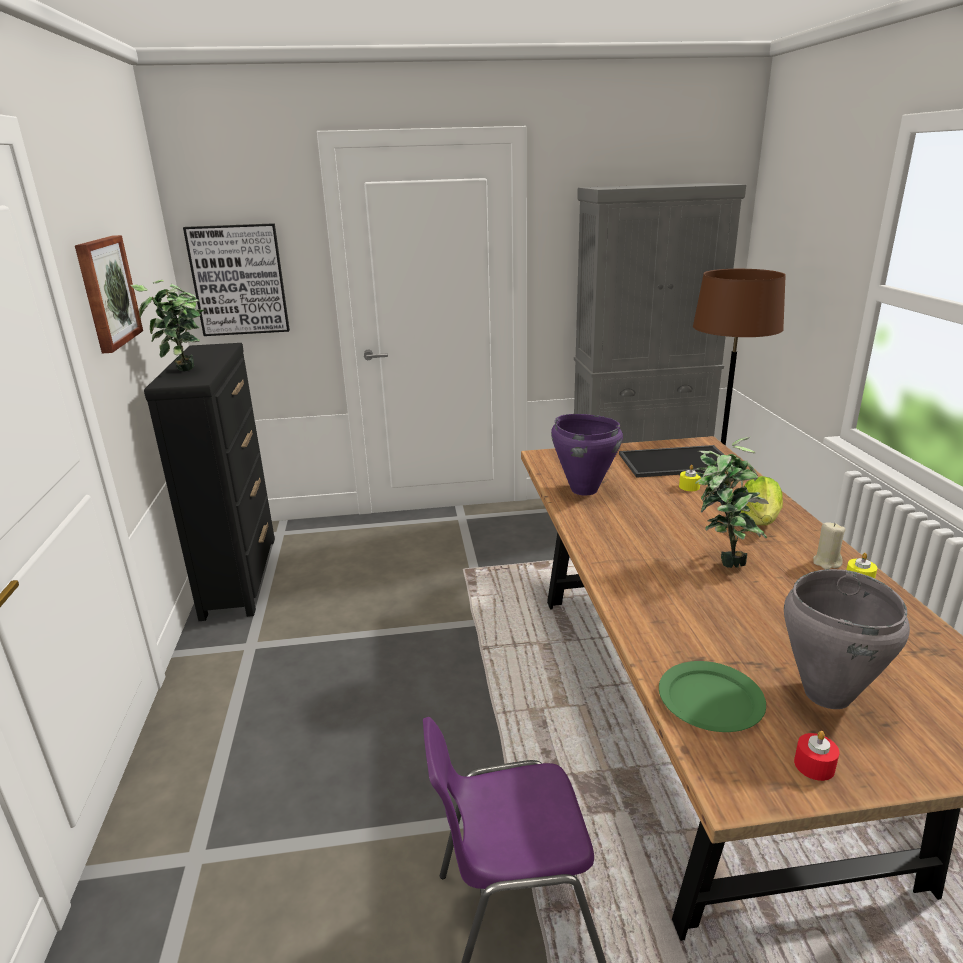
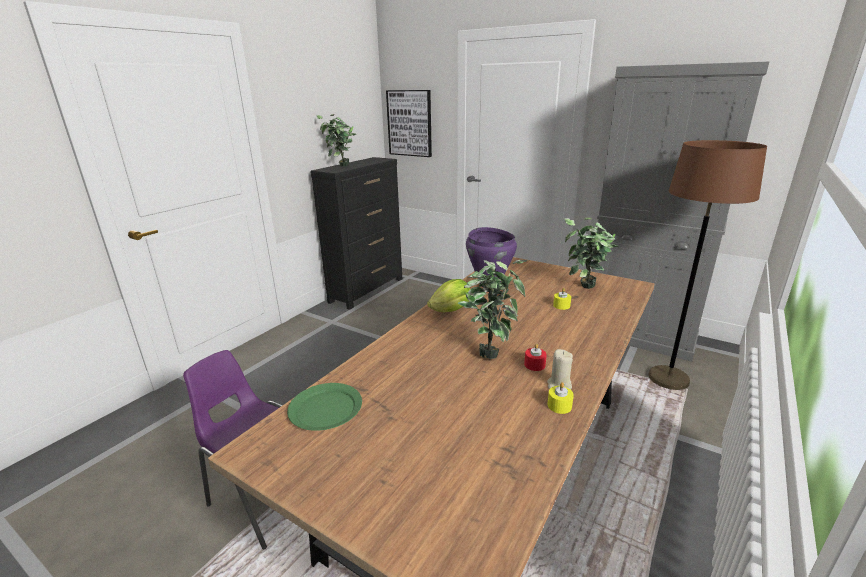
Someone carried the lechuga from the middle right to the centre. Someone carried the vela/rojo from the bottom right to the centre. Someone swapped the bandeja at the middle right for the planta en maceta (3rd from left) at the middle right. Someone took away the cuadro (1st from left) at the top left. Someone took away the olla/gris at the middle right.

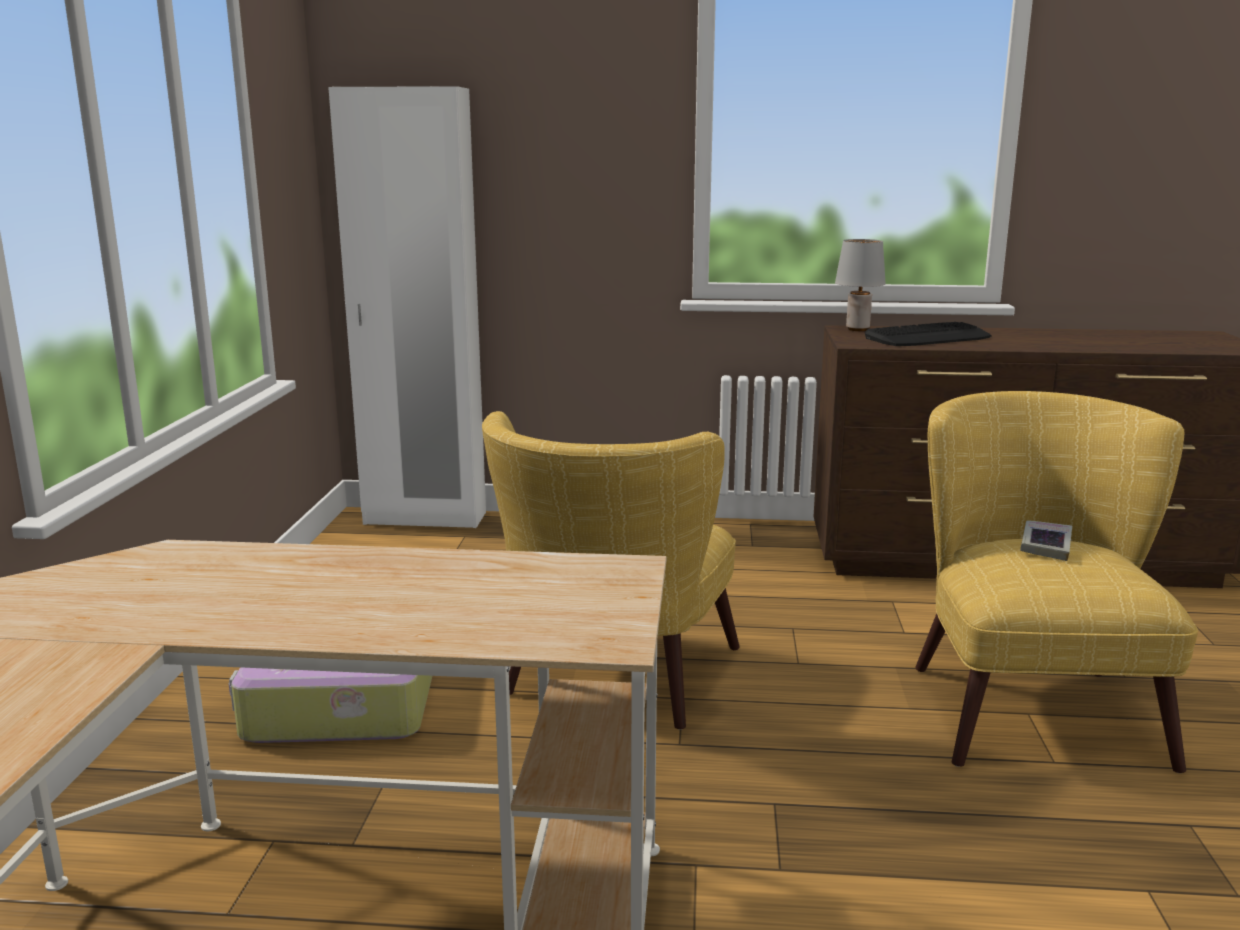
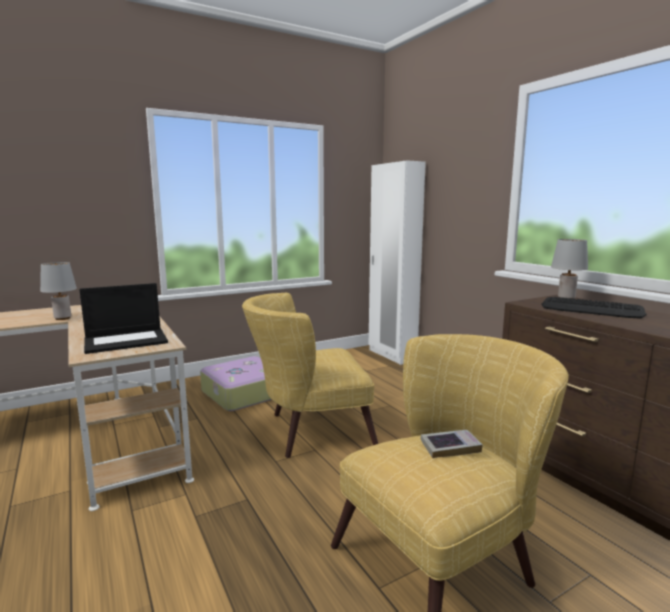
Someone put down the lámpara de mesa/gris (1st from left) at the middle left. Someone put down the portátil at the middle left.

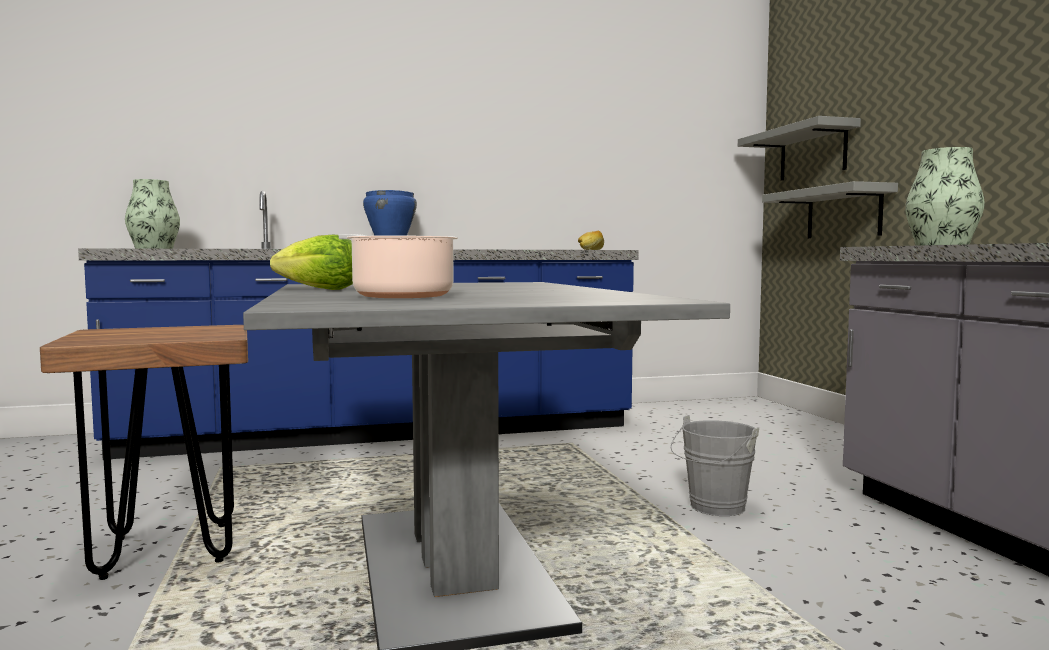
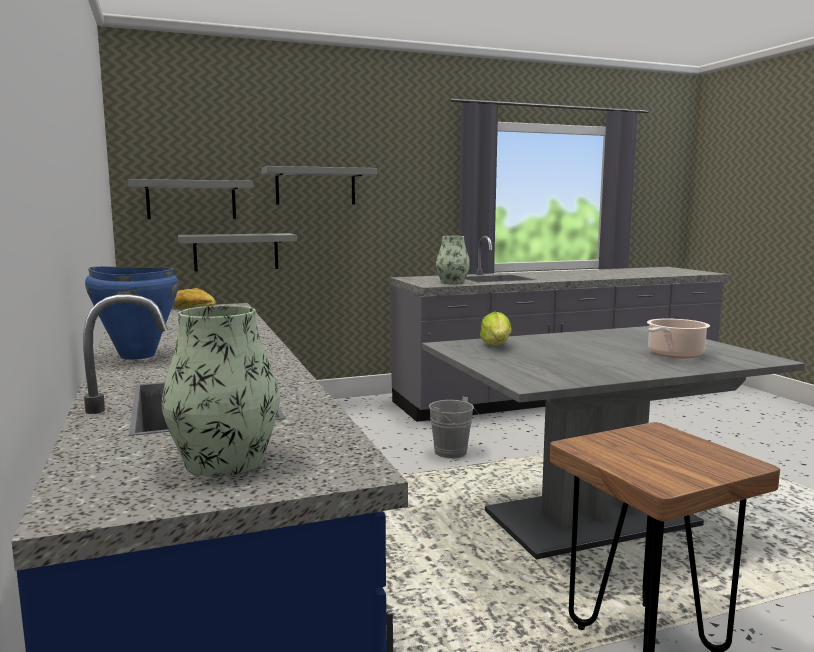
Someone put up the estante/gris (3rd from left) at the top centre. Someone carried the lechuga from the middle left to the centre.

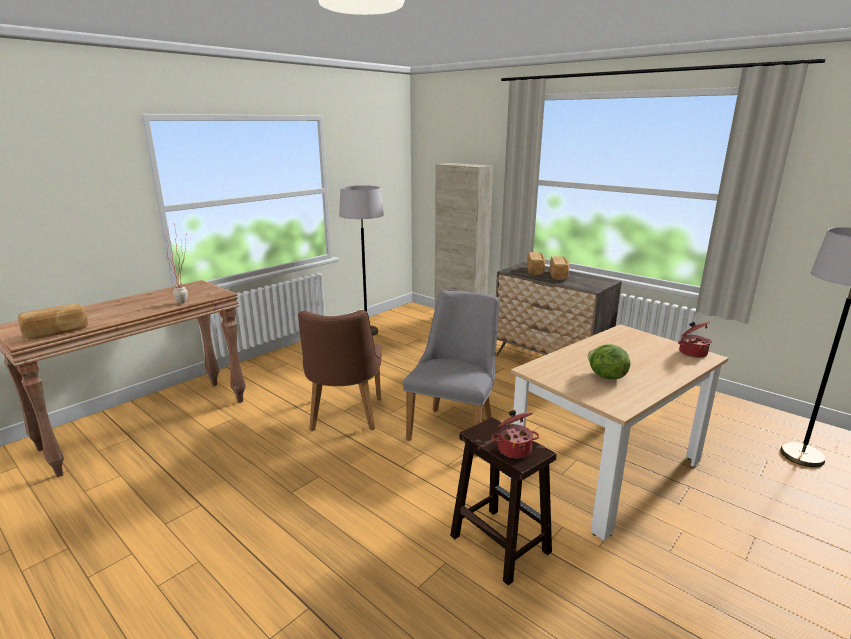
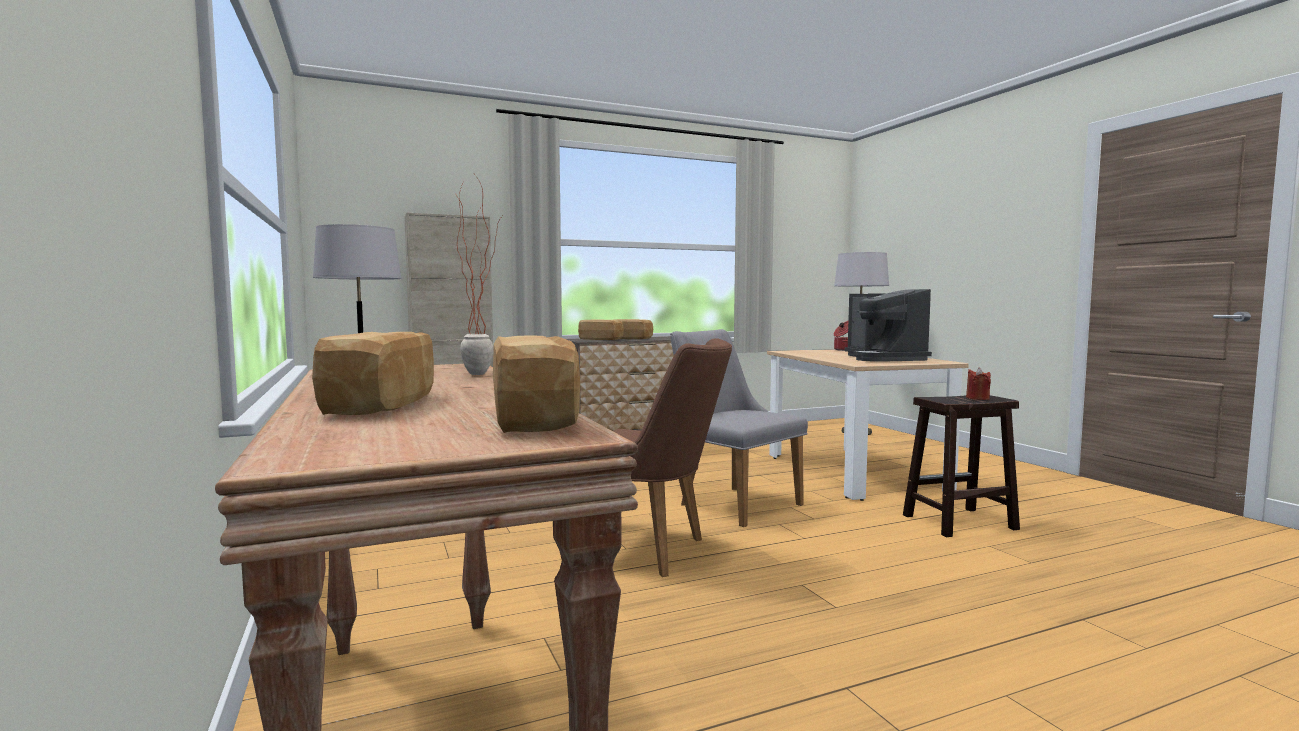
Someone put down the pan (1st from left) at the middle left. Someone swapped the lechuga at the middle right for the cafetera at the middle right. Someone swapped the olla (1st from left) at the bottom centre for the vela/rojo at the middle right.

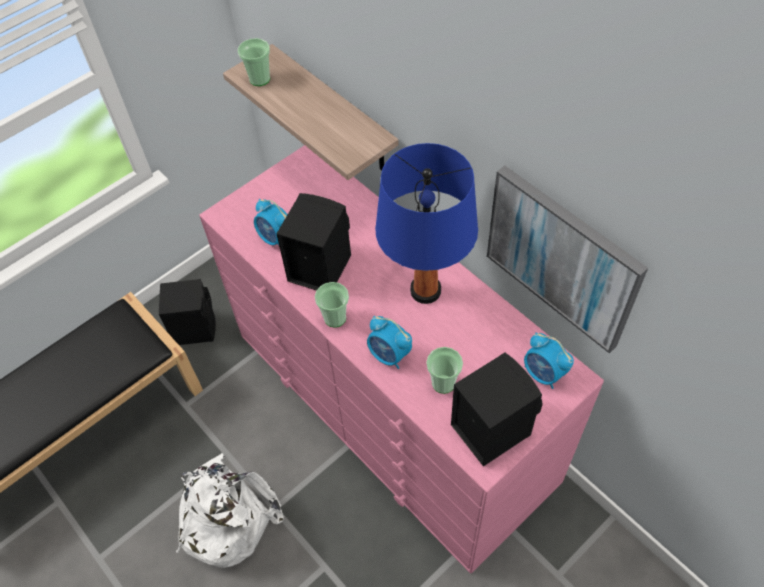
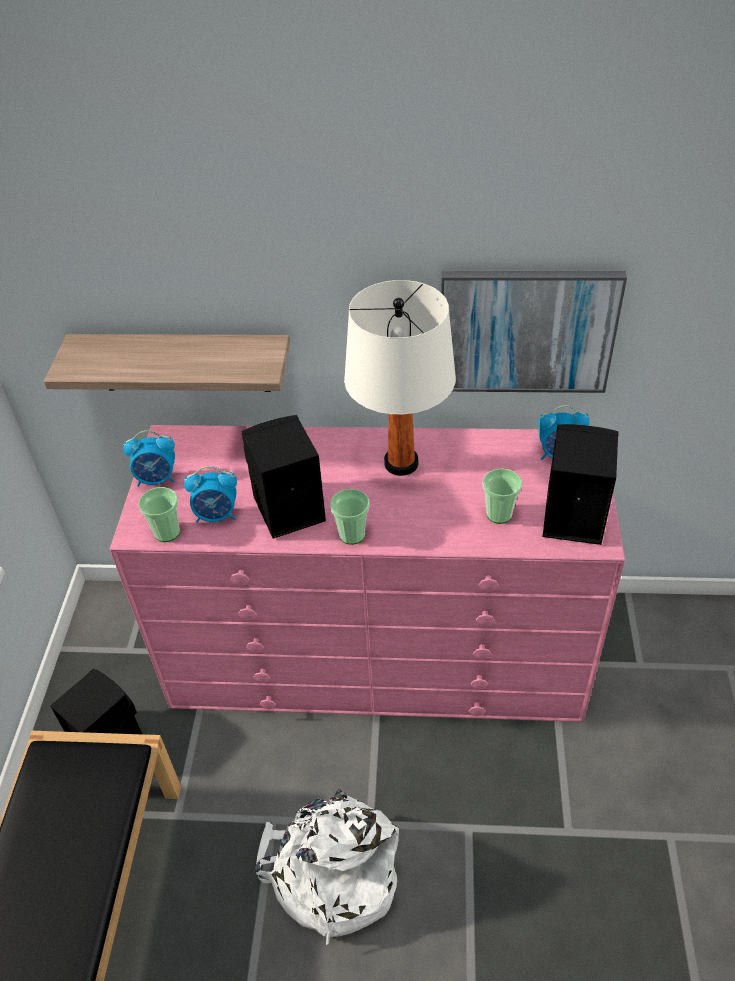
Someone carried the despertador (2nd from left in the first image) from the centre to the middle left. Someone carried the taza (1st from left) from the top left to the middle left. Someone repainted the lámpara de mesa/azul at the centre, which became the lámpara de mesa/blanco at the centre.

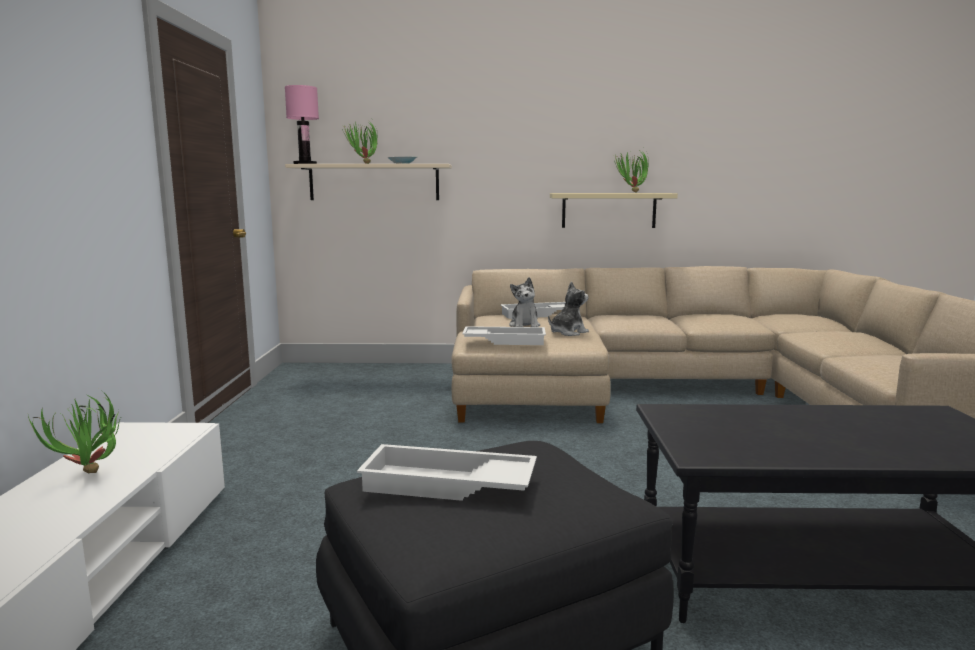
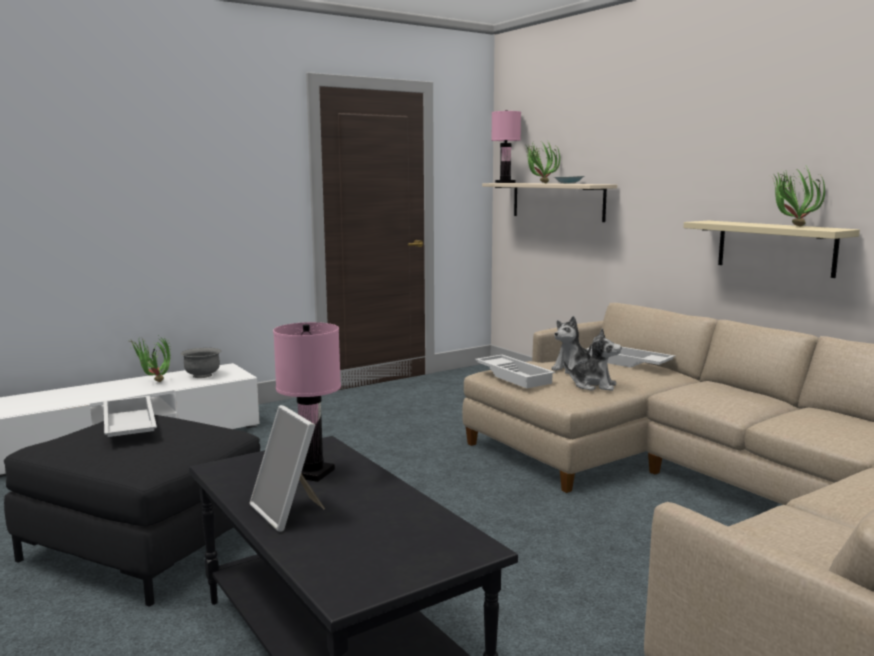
Someone put down the cuenco/gris at the middle left. Someone put down the portarretratos at the bottom left. Someone put down the lámpara de mesa/rosa (1st from left) at the centre.

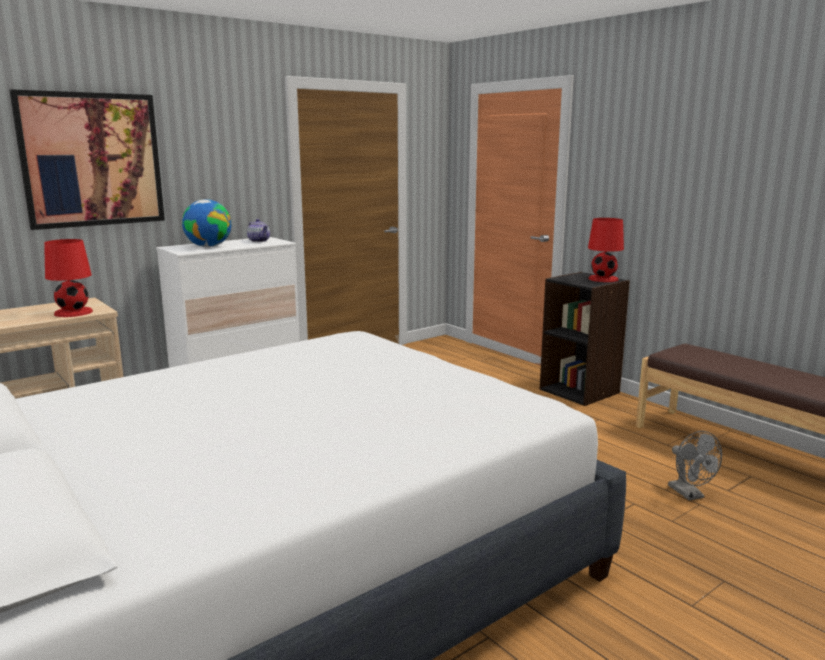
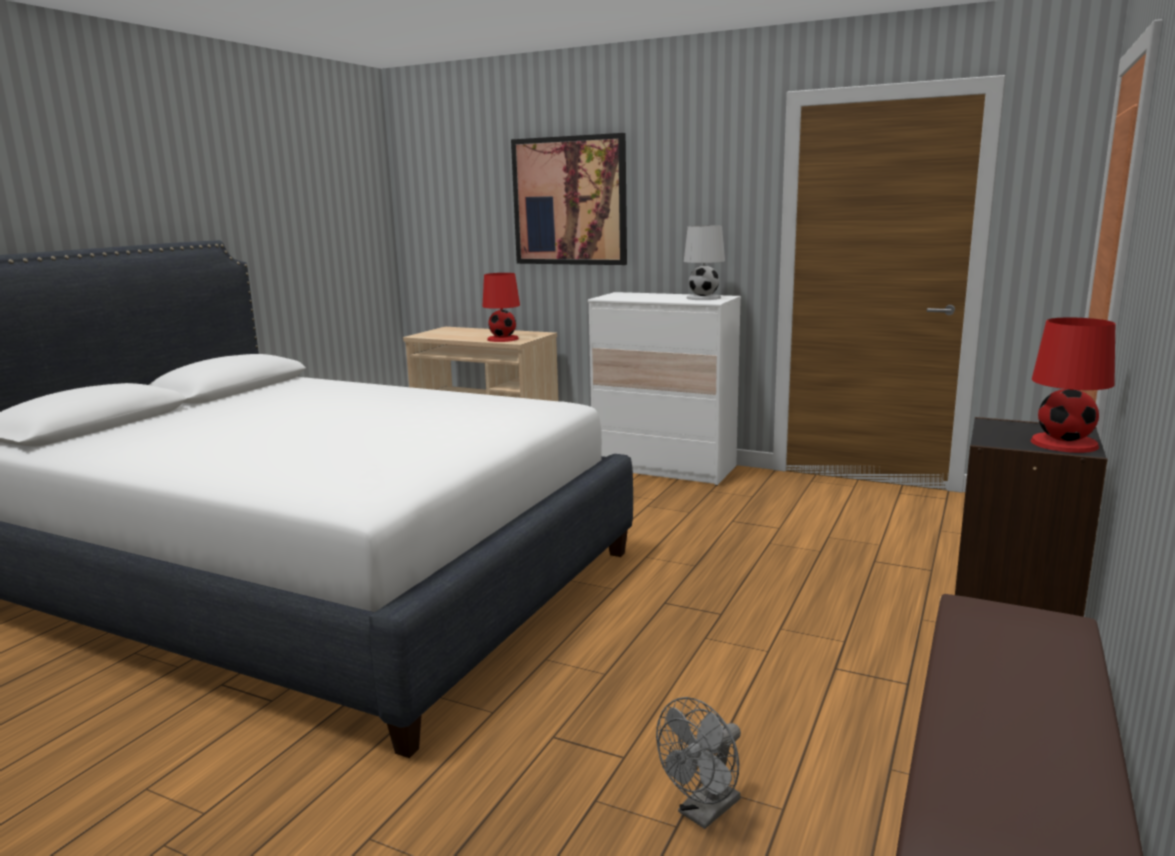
Someone swapped the tetera at the middle left for the lámpara de mesa/blanco at the top centre. Someone took away the globo terráqueo at the middle left.

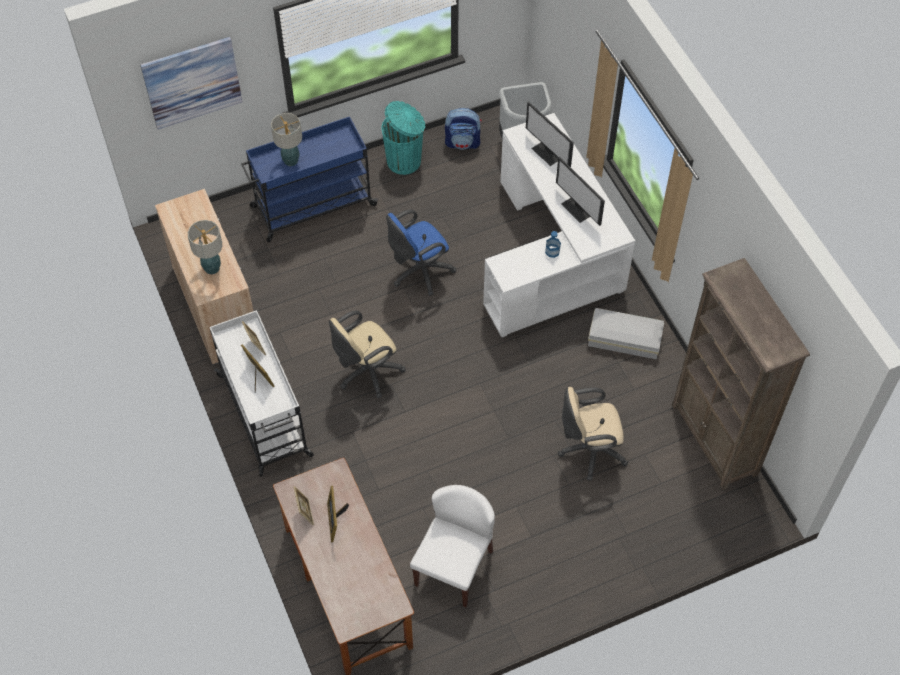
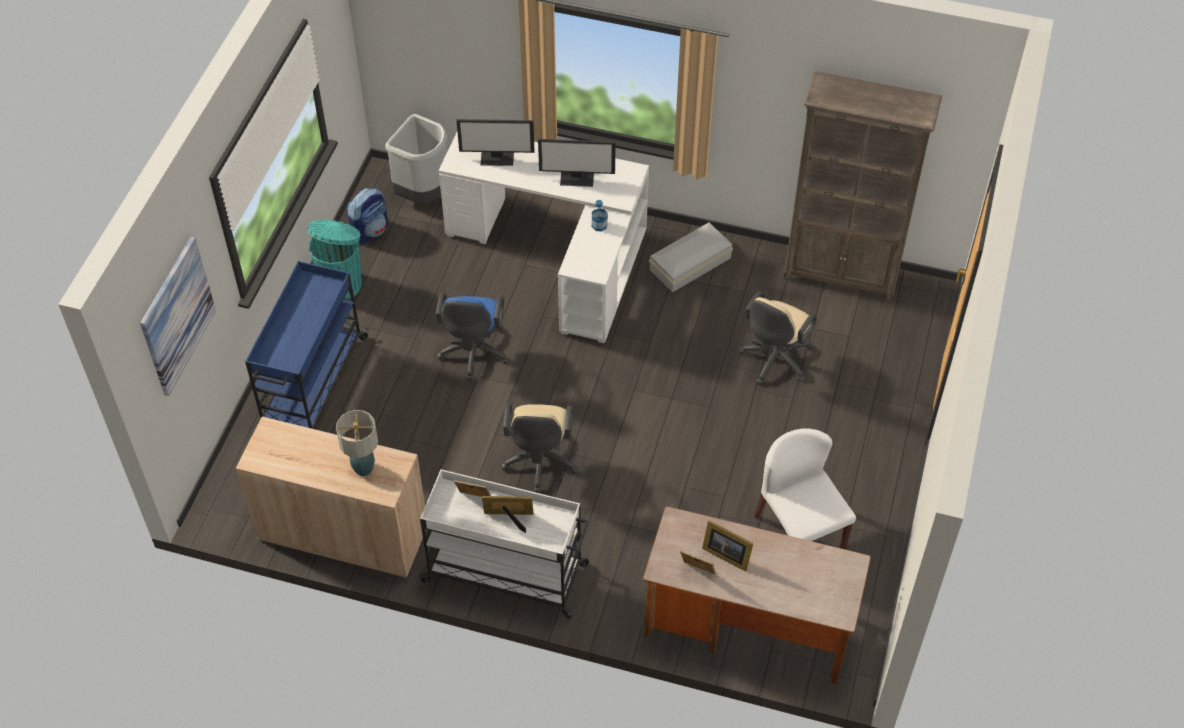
Someone took away the lámpara de mesa (2nd from left) at the top left.

